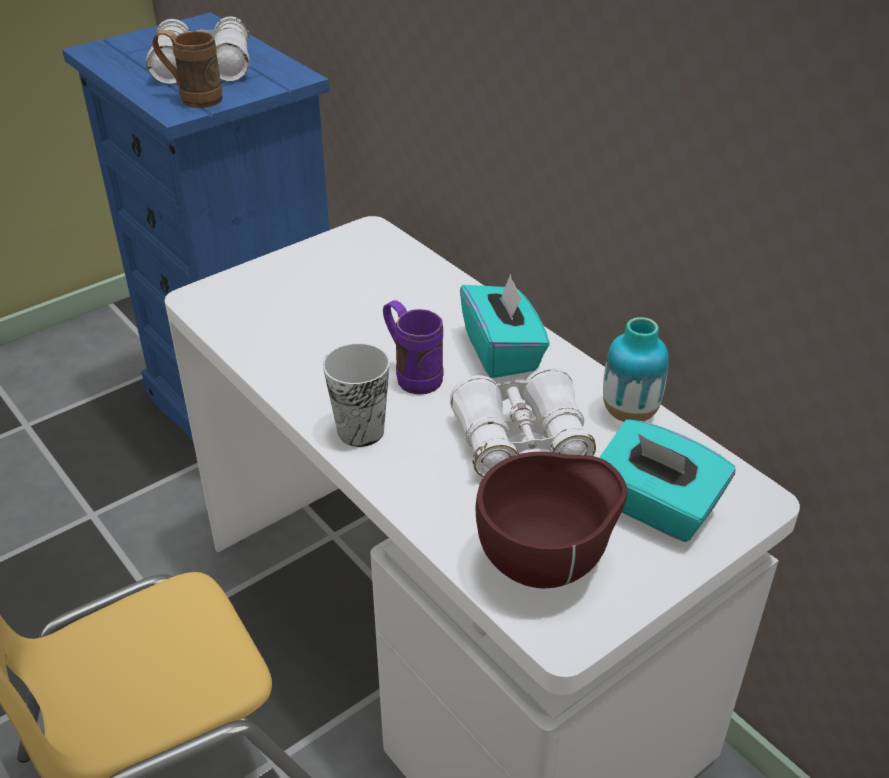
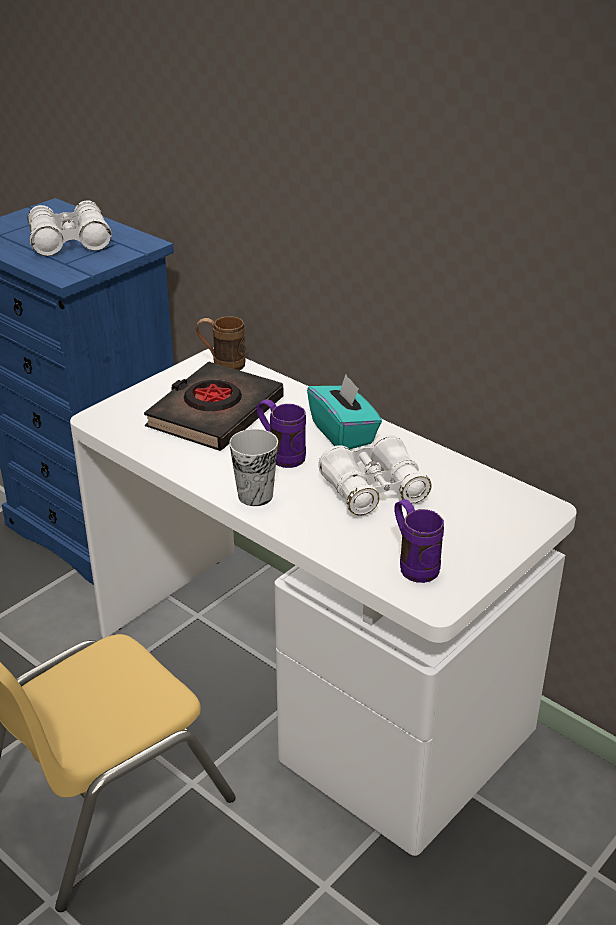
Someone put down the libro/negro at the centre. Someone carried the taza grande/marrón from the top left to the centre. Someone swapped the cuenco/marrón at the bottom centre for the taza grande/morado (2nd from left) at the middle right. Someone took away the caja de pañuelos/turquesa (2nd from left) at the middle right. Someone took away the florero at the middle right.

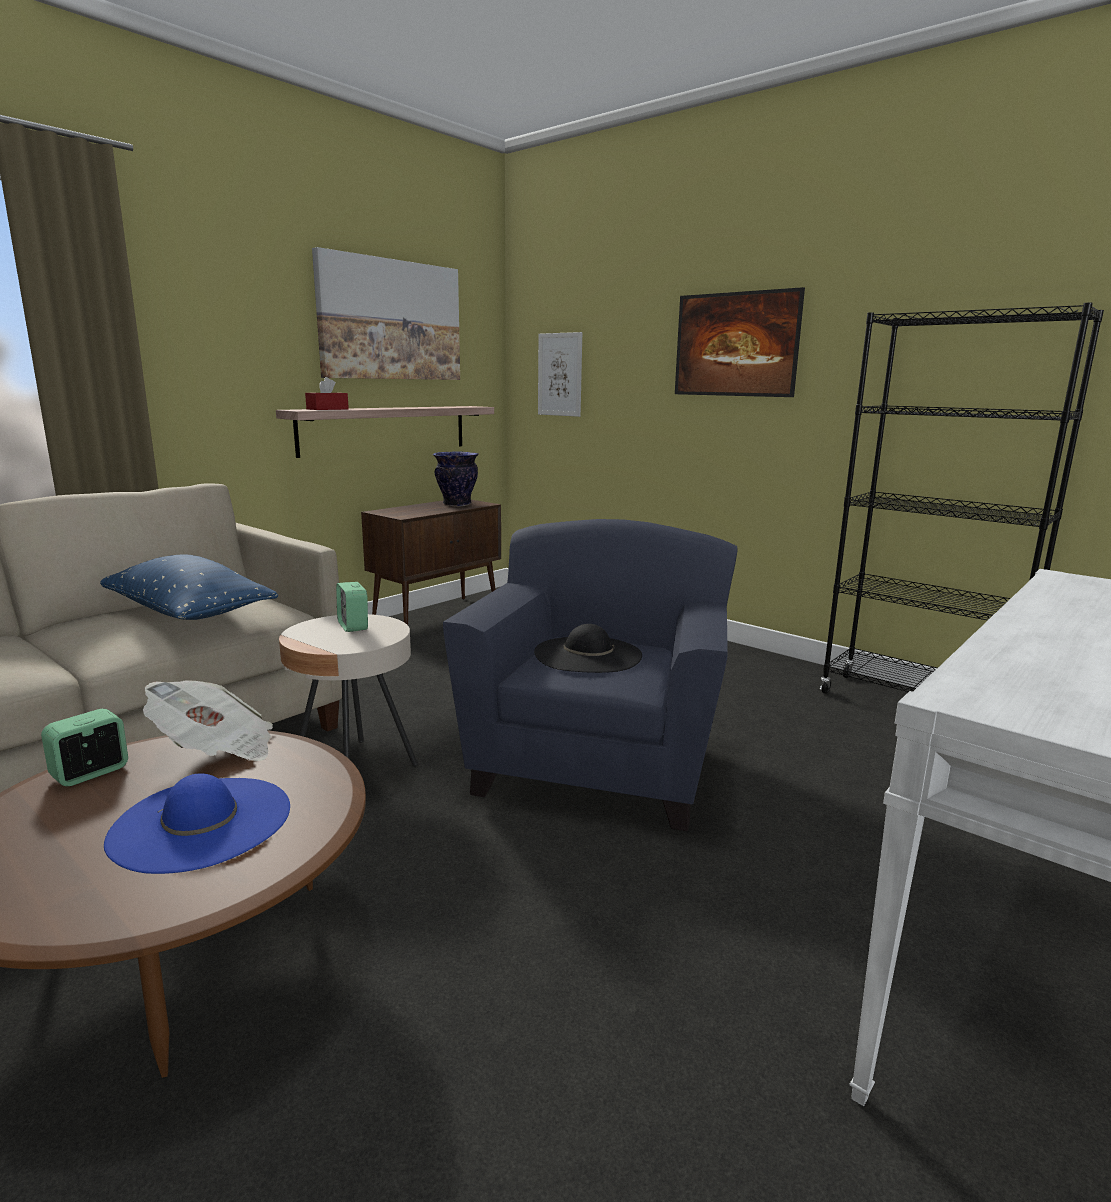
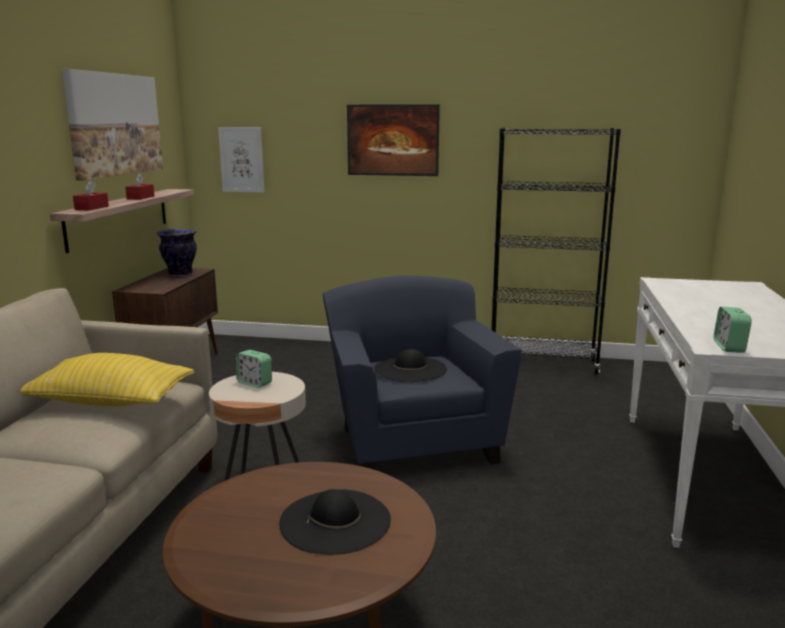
Someone repainted the cojín/azul at the middle left, which became the cojín/amarillo at the middle left. Someone put down the caja de pañuelos/rojo (2nd from left) at the top left. Someone repainted the sombrero/azul at the bottom left, which became the sombrero/negro (1st from left) at the bottom centre. Someone carried the despertador (1st from left in the first image) from the middle left to the middle right. Someone took away the periódico at the middle left.

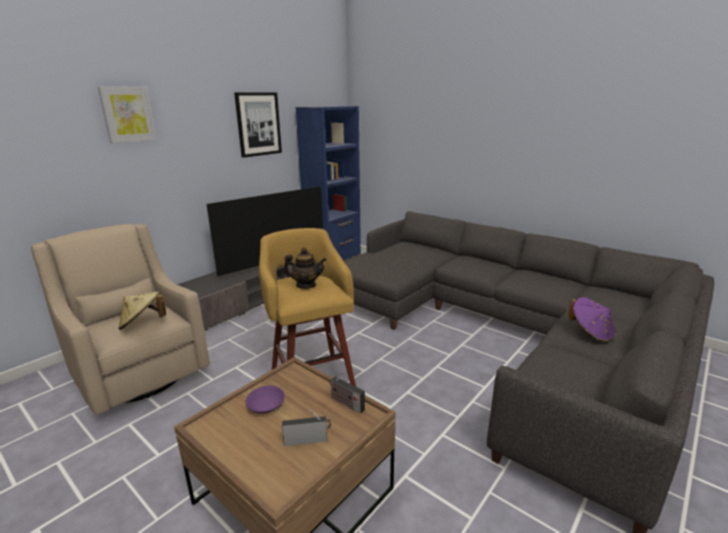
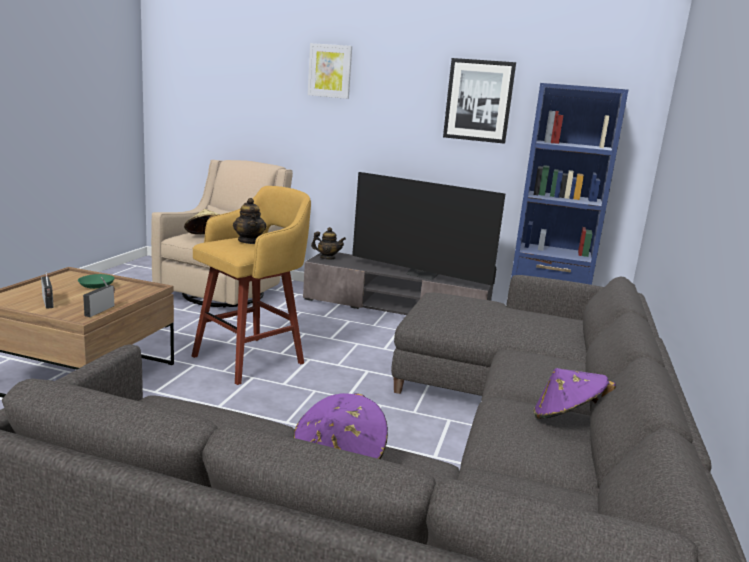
Someone repainted the cuenco/morado at the bottom centre, which became the cuenco/verde at the middle left. Someone put down the tetera (2nd from left) at the centre. Someone put down the sombrero/morado (2nd from left) at the bottom right.

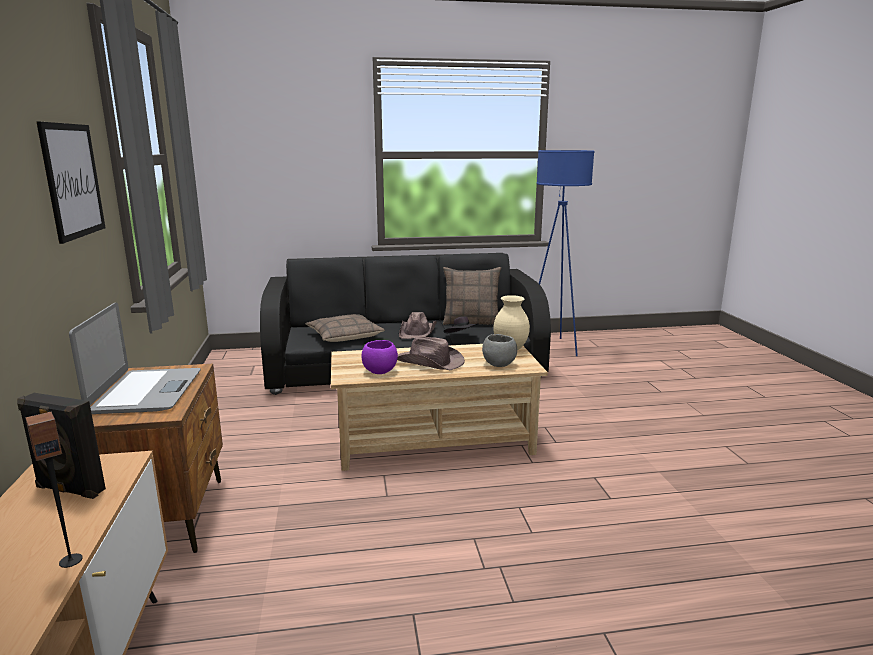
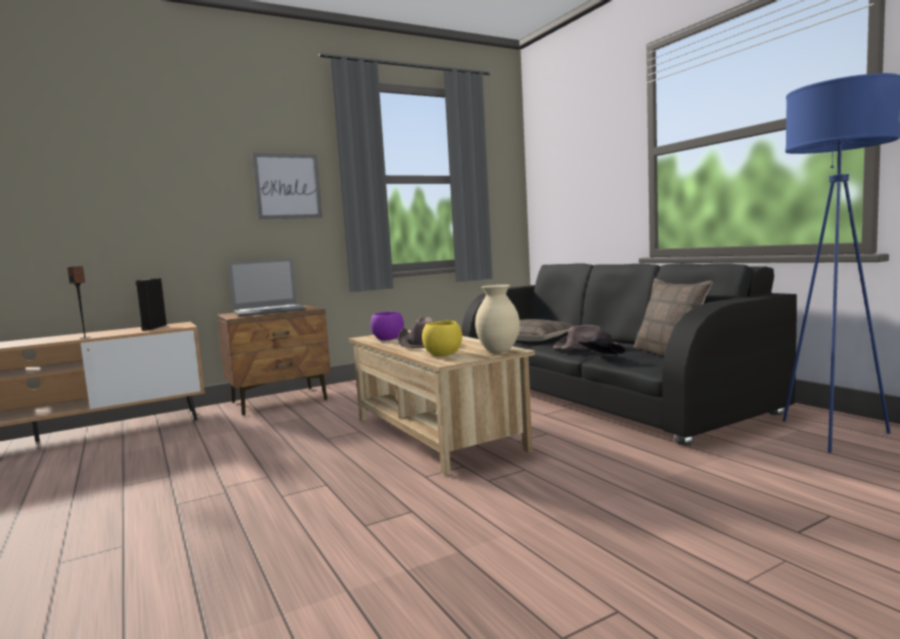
Someone repainted the cuenco/gris at the centre, which became the cuenco/amarillo at the centre.

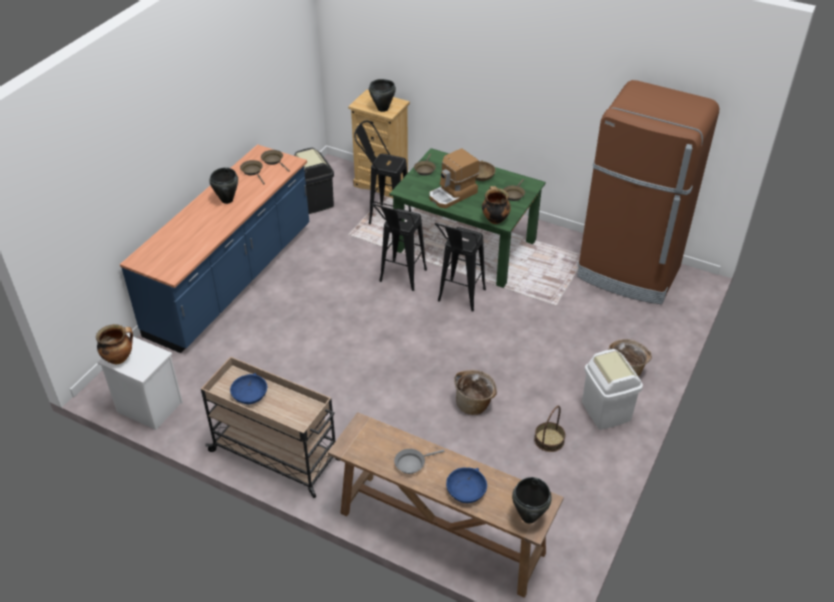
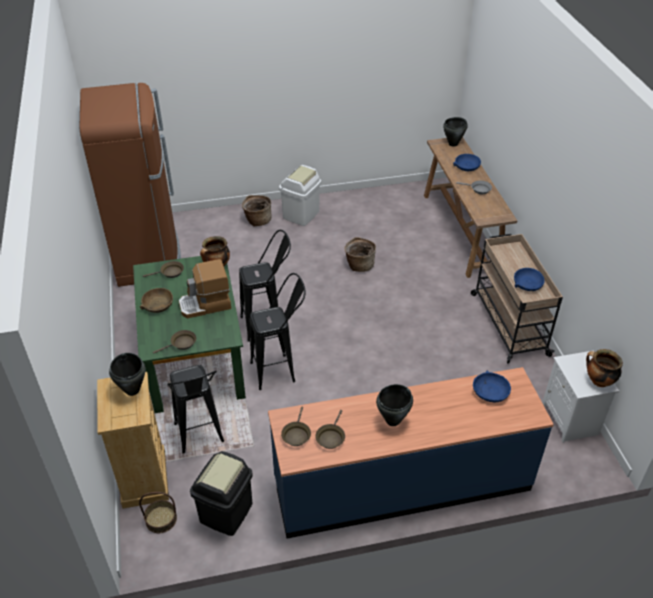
Someone carried the cesta (2nd from left in the first image) from the bottom centre to the bottom left. Someone rotated the cafetera at the top centre by 150 degrees clockwise. Someone put down the cuenco/azul (2nd from left) at the middle right.

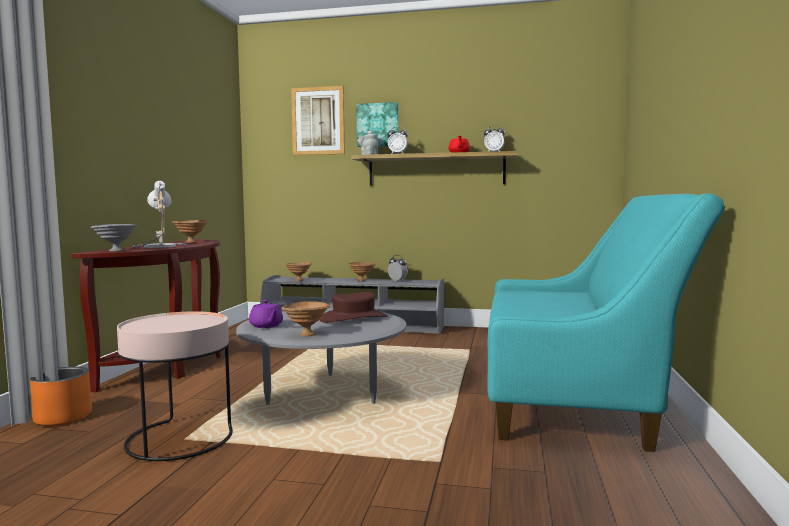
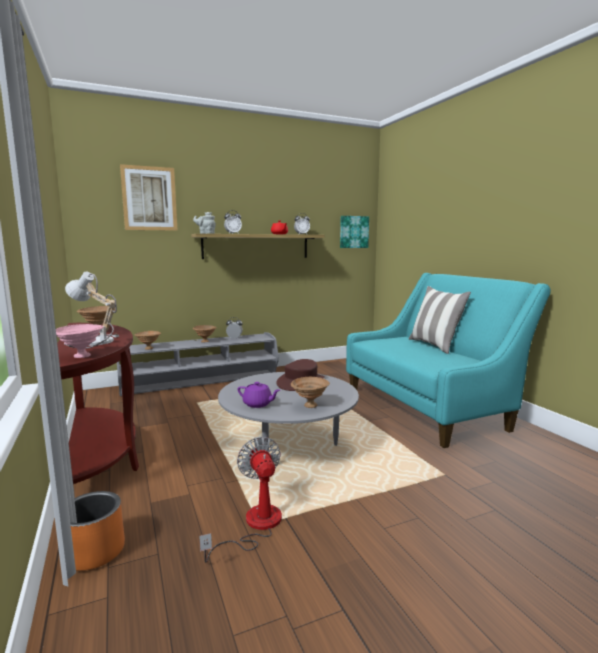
Someone repainted the cuenco/gris at the middle left, which became the cuenco/rosa at the middle left. Someone swapped the mesa auxiliar/rosa at the bottom left for the ventilador at the bottom centre. Someone carried the cuadro (2nd from left) from the top centre to the centre. Someone put down the cojín at the middle right.

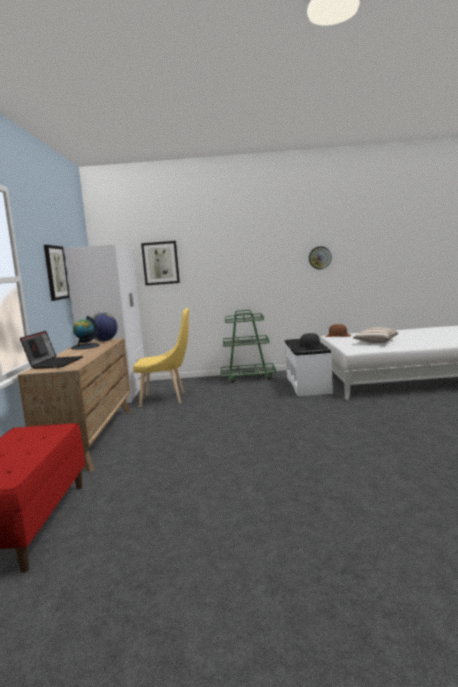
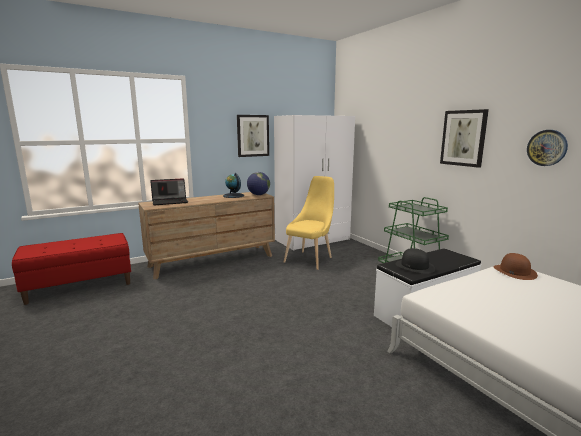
Someone rotated the silla/amarillo at the centre by 120 degrees counterclockwise. Someone carried the cuadro (2nd from left) from the centre to the top right. Someone took away the cojín at the middle right.

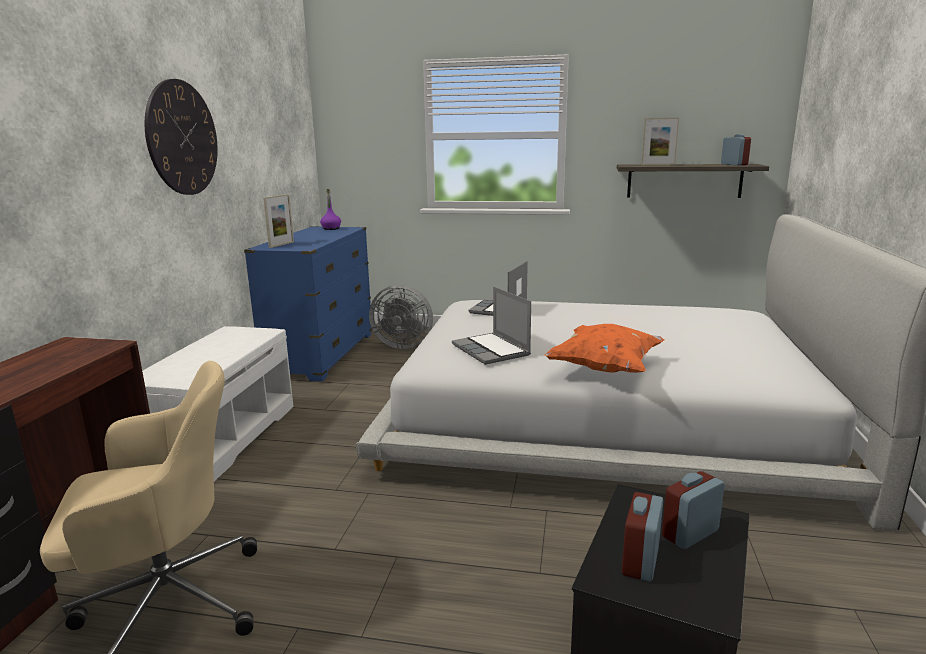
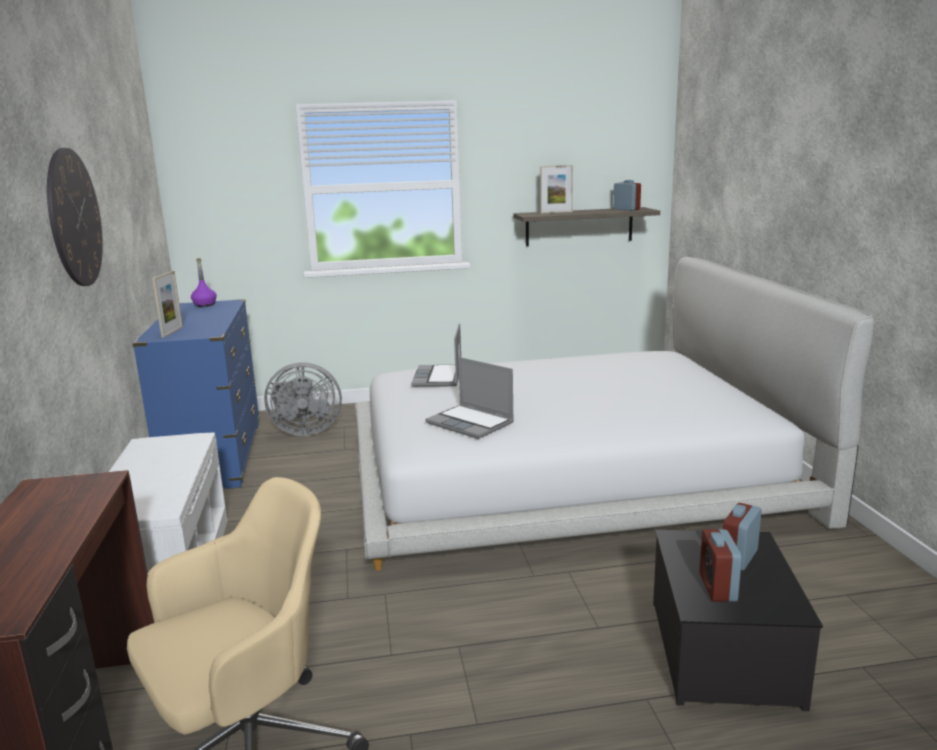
Someone took away the cojín/naranja at the centre.

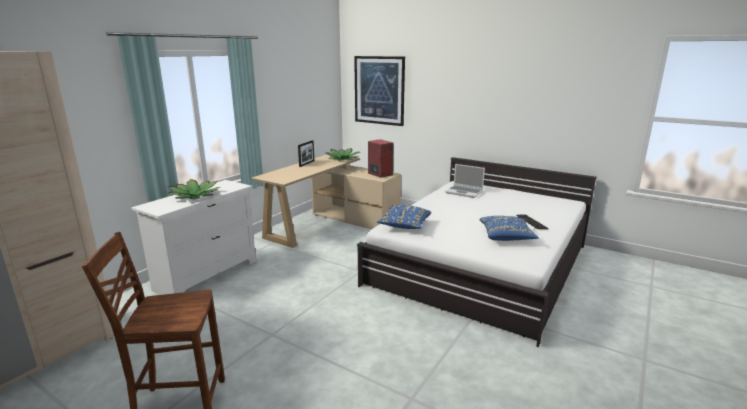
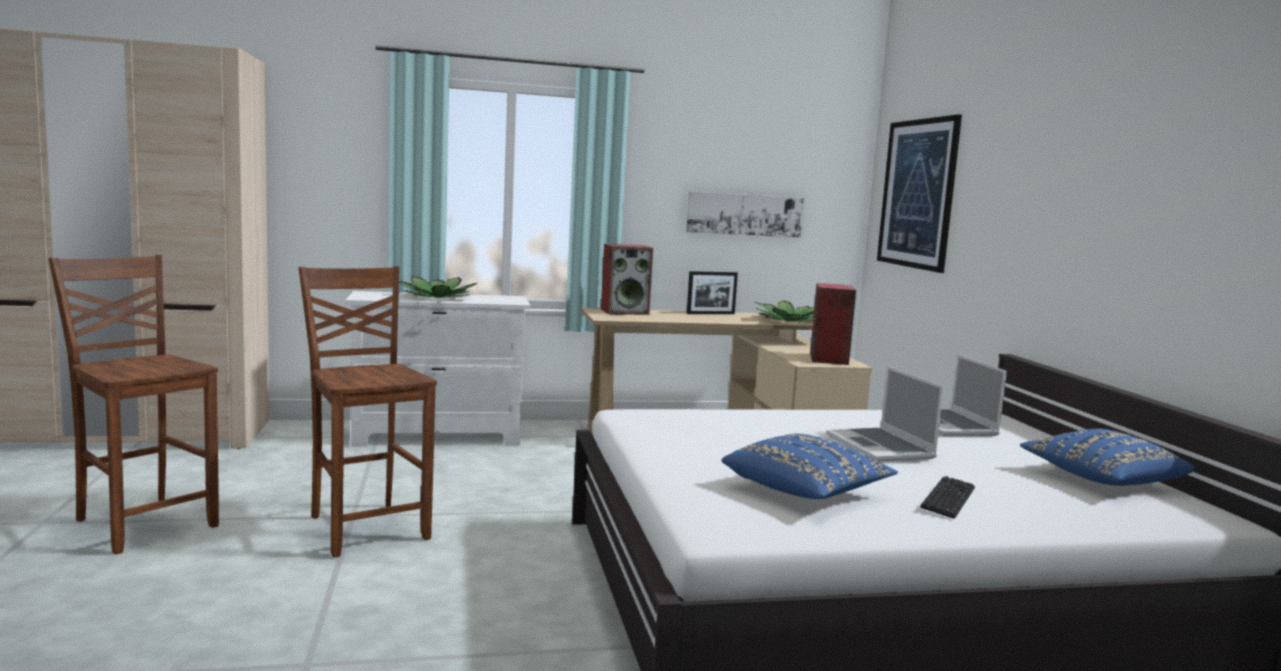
Someone put down the silla/marrón (2nd from left) at the middle left. Someone put down the altavoz (1st from left) at the centre. Someone put up the cuadro (1st from left) at the top centre. Someone put down the portátil (1st from left) at the middle right. Someone carried the cojín/azul (1st from left in the first image) from the centre to the bottom right.

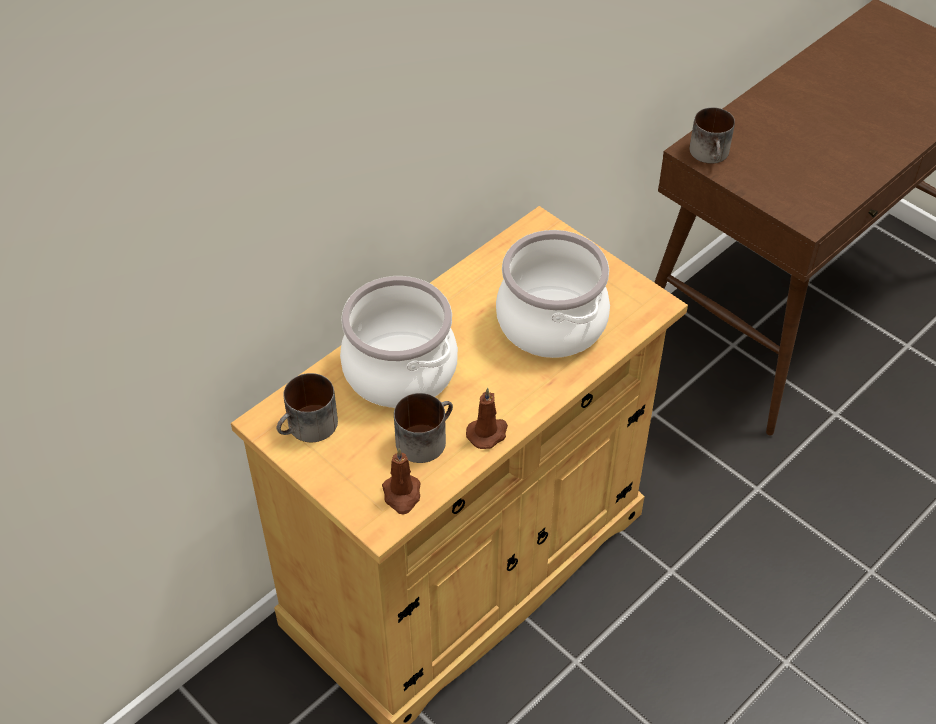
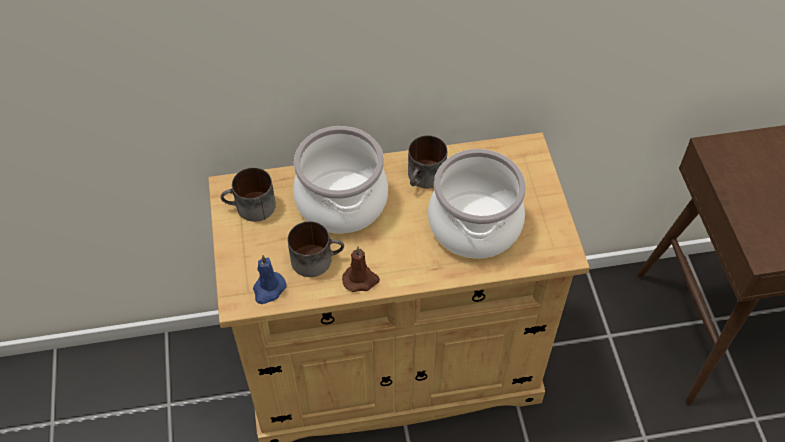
Someone repainted the vela/marrón (1st from left) at the centre, which became the vela/azul at the centre. Someone carried the taza grande (3rd from left) from the top right to the centre.

